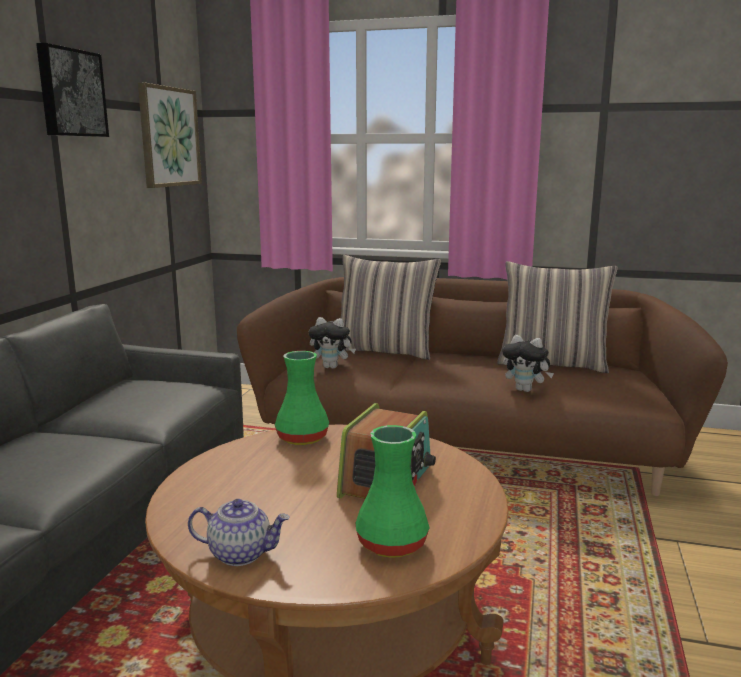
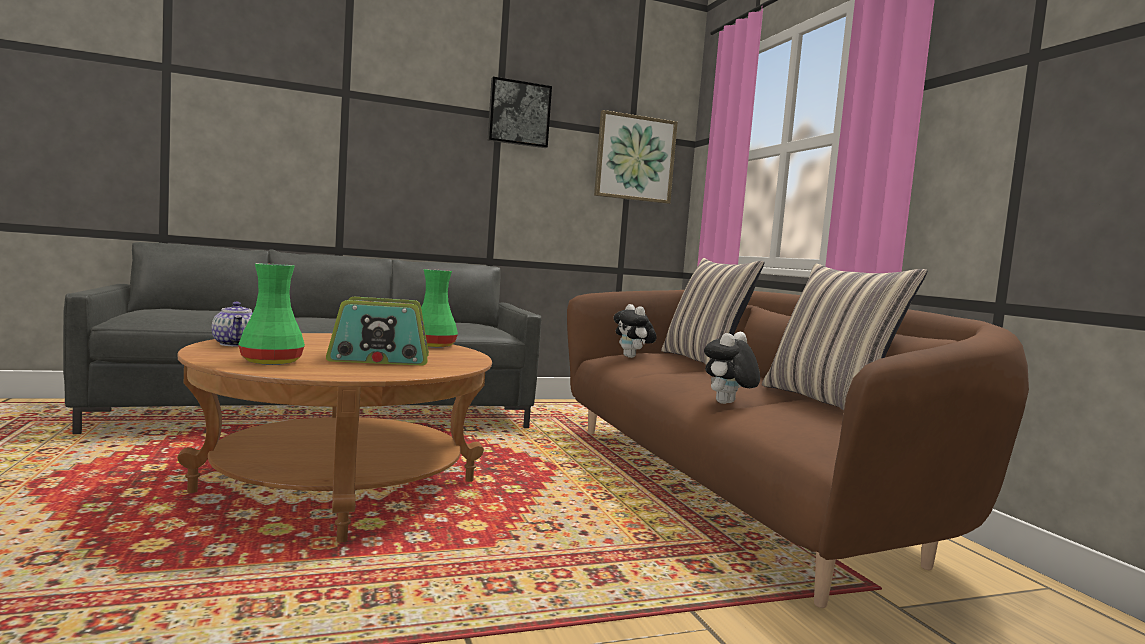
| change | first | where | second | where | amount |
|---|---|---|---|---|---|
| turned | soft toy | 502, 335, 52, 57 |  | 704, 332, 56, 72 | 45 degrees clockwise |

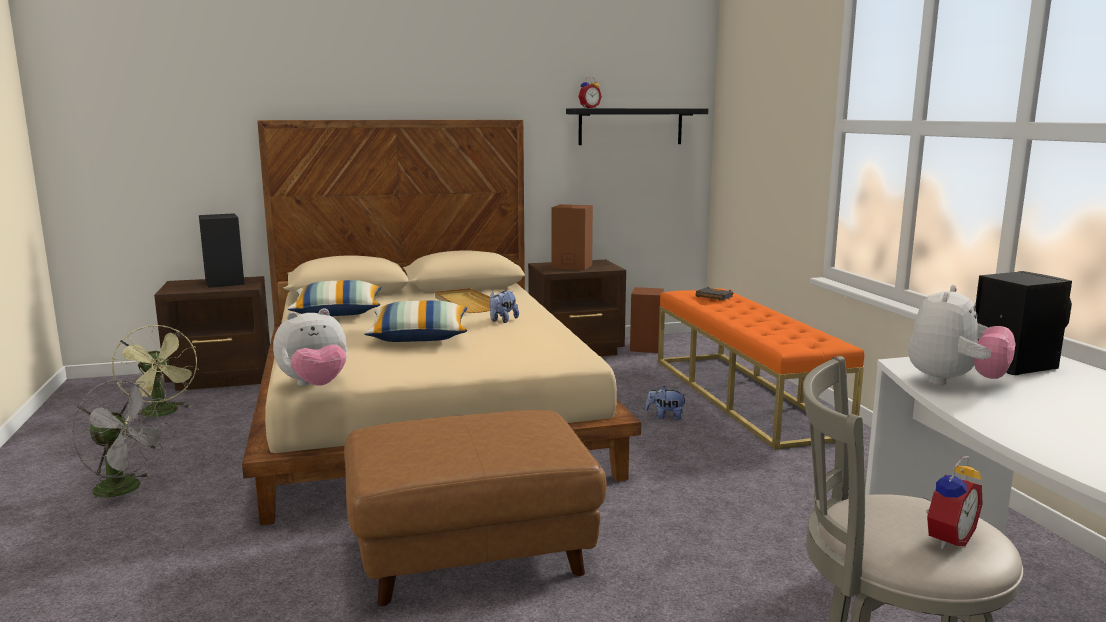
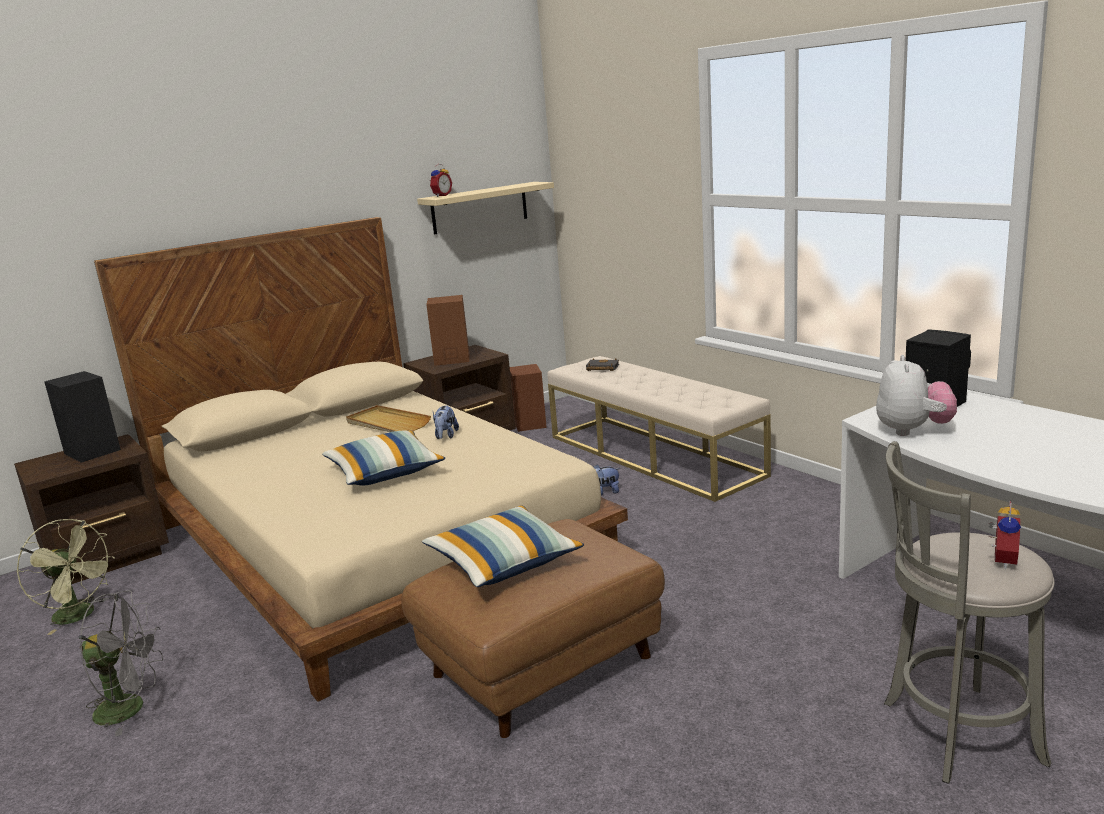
| change | first | where | second | where | amount |
|---|---|---|---|---|---|
| removed | soft toy | 273, 308, 74, 78 |  |  |  |
| moved | cushion | 287, 280, 94, 36 |  | 422, 505, 162, 82 |  |
| recoloured | black-coloured bracket shelf | 566, 108, 142, 37 | beige bracket shelf | 417, 182, 137, 53 |  |
| recoloured | orange-coloured indoor bench | 658, 288, 206, 162 | beige indoor bench | 547, 356, 224, 146 |  |

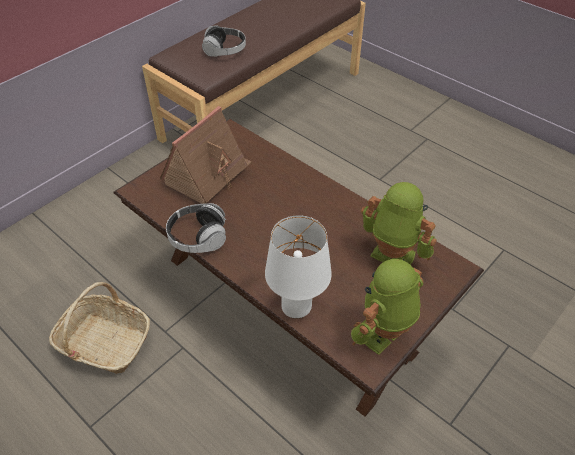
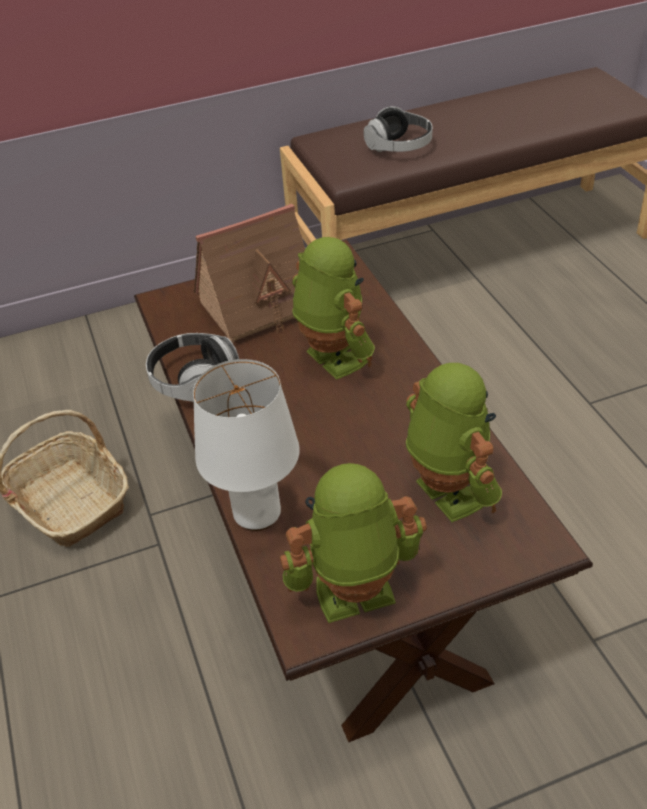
| change | first | where | second | where | amount |
|---|---|---|---|---|---|
| added |  |  | toy robot | 292, 237, 83, 143 |  |

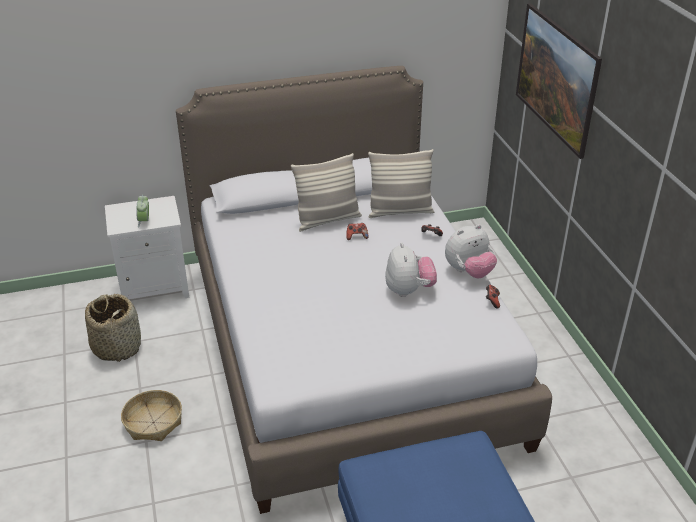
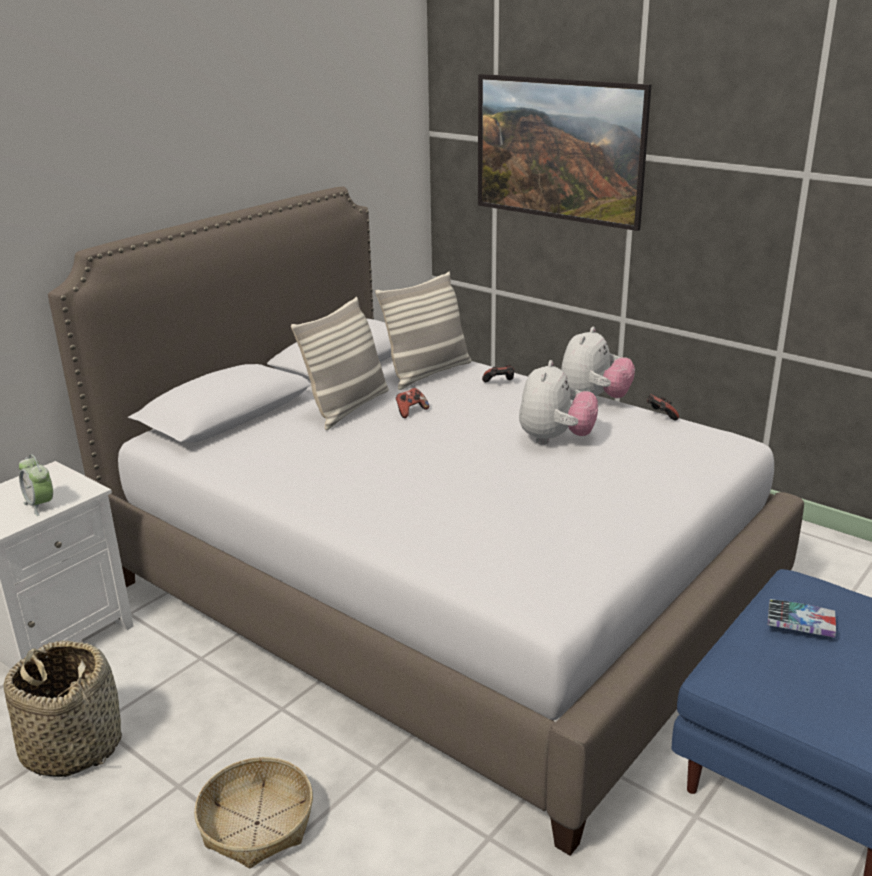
| change | first | where | second | where | amount |
|---|---|---|---|---|---|
| added |  |  | volume | 768, 599, 68, 39 |  |
| turned | soft toy | 385, 243, 52, 54 |  | 519, 360, 79, 85 | 60 degrees clockwise |

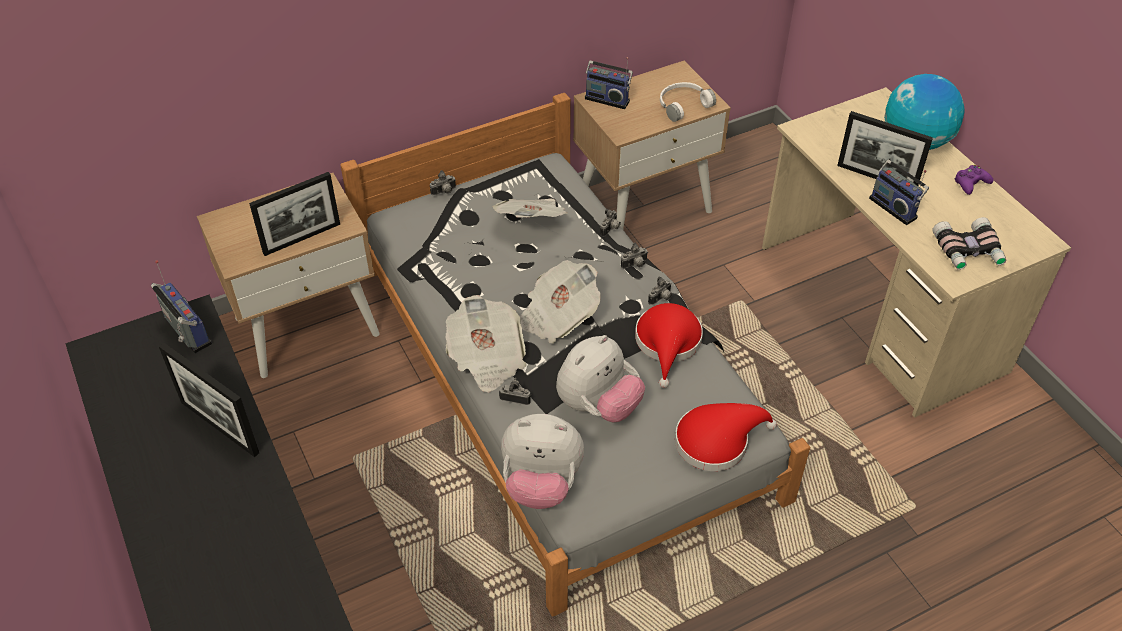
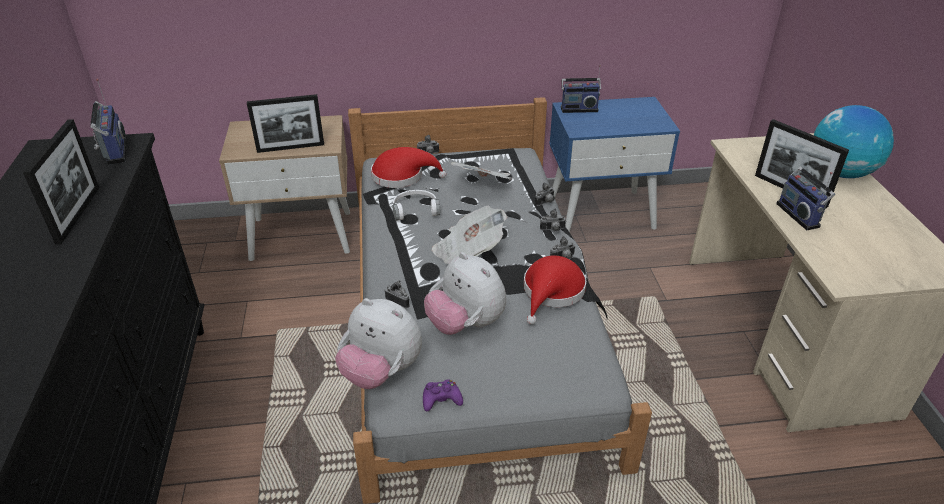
| change | first | where | second | where | amount |
|---|---|---|---|---|---|
| removed | printed paper | 445, 295, 81, 97 |  |  |  |
| removed | field glasses | 932, 217, 74, 53 |  |  |  |
| moved | white headset | 660, 82, 56, 40 |  | 393, 190, 47, 31 |  |
| moved | red hat | 675, 403, 102, 68 |  | 371, 147, 75, 41 |  |
| moved | purplish gamepad | 955, 165, 38, 30 |  | 423, 379, 40, 32 |  |
| recoloured | beige bedside table | 573, 61, 158, 168 | blue-coloured bedside table | 549, 97, 131, 135 |  |
| turned | standing frame | 159, 343, 100, 114 |  | 23, 119, 76, 126 | 150 degrees counterclockwise |
| turned | soft toy | 556, 335, 89, 88 |  | 424, 252, 82, 83 | 75 degrees clockwise |
| turned | radio | 585, 57, 48, 52 |  | 561, 65, 40, 48 | 45 degrees counterclockwise |

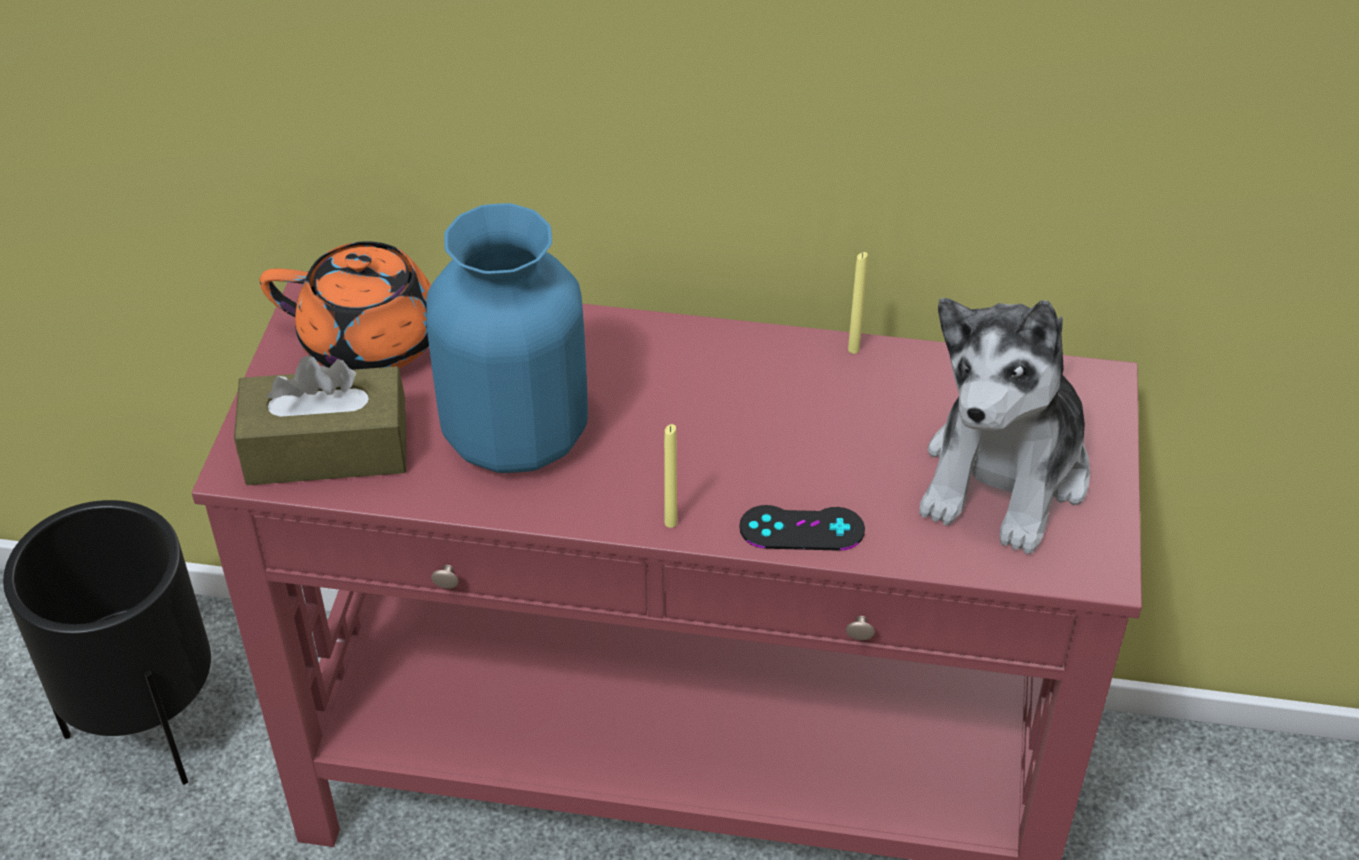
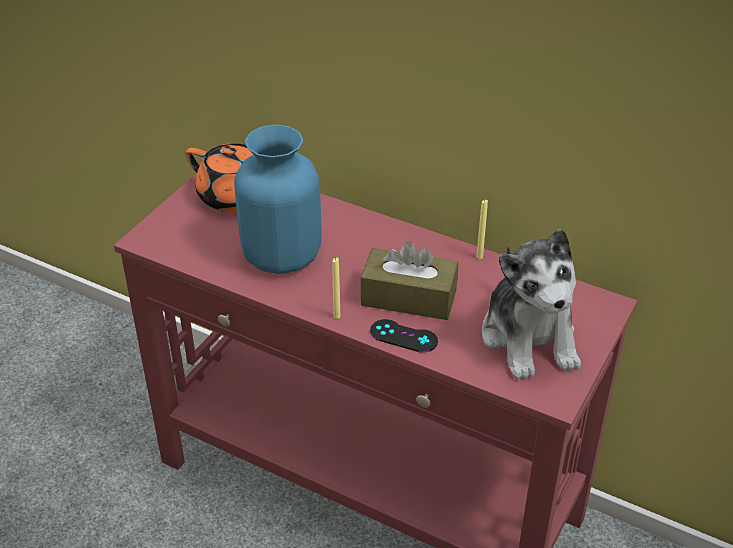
| change | first | where | second | where | amount |
|---|---|---|---|---|---|
| removed | black-coloured flower pot | 3, 500, 208, 285 |  |  |  |
| moved | brownish tissue box | 234, 356, 172, 129 |  | 361, 241, 97, 79 |  |
| turned | soft toy | 919, 298, 171, 256 |  | 482, 228, 99, 152 | 60 degrees counterclockwise |

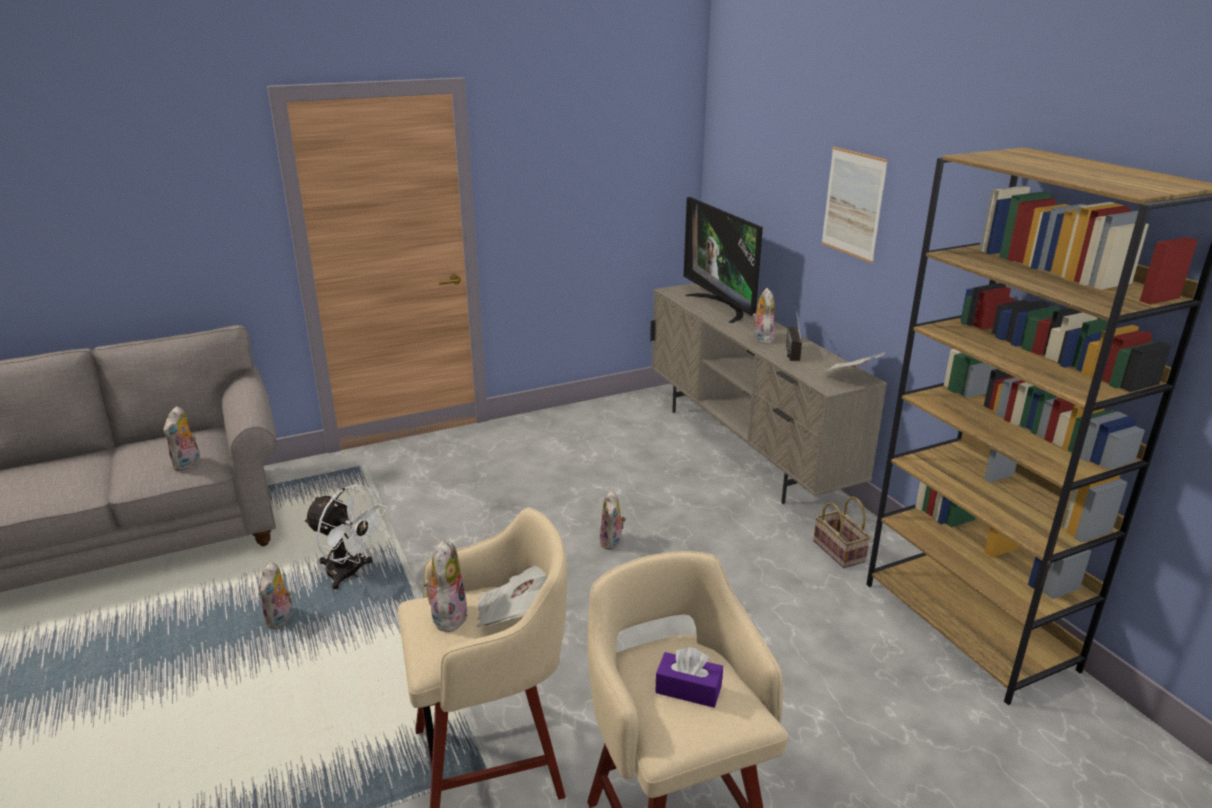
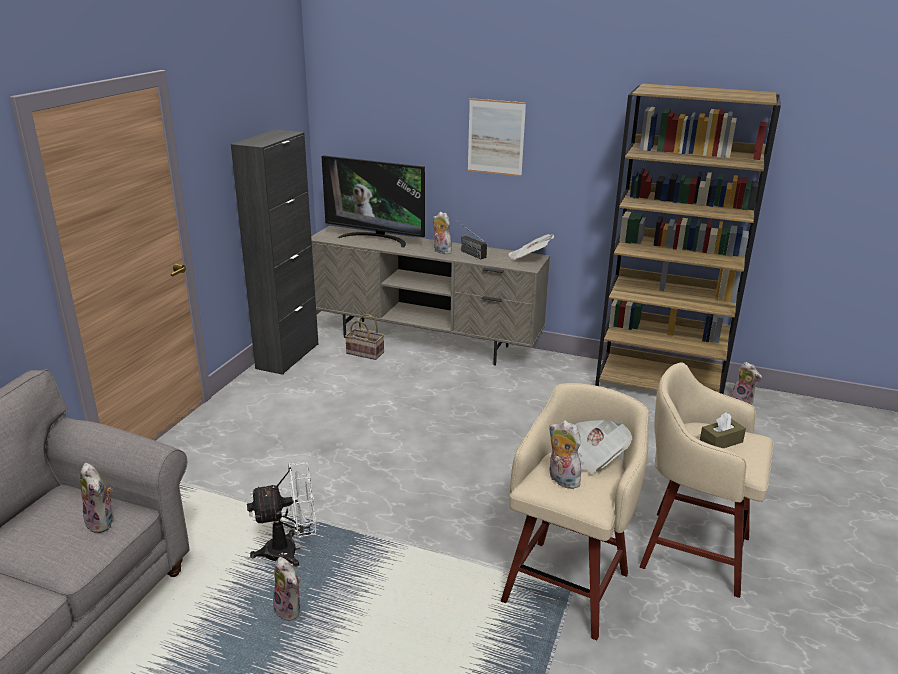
| change | first | where | second | where | amount |
|---|---|---|---|---|---|
| added |  |  | black-coloured storage cabinet | 231, 129, 88, 246 |  |
| moved | soft toy | 600, 490, 26, 60 |  | 731, 362, 31, 43 |  |
| moved | household basket | 813, 497, 58, 71 |  | 345, 314, 39, 46 |  |
| recoloured | purplish tissue box | 655, 647, 68, 61 | brownish tissue box | 700, 412, 46, 36 |  |

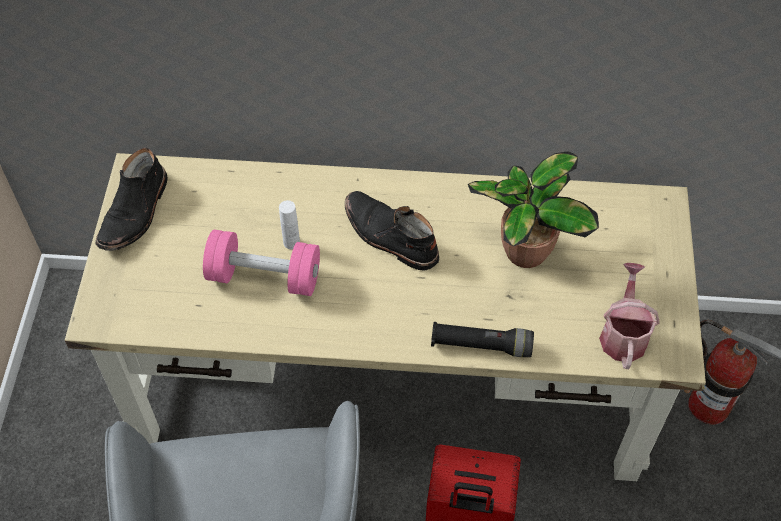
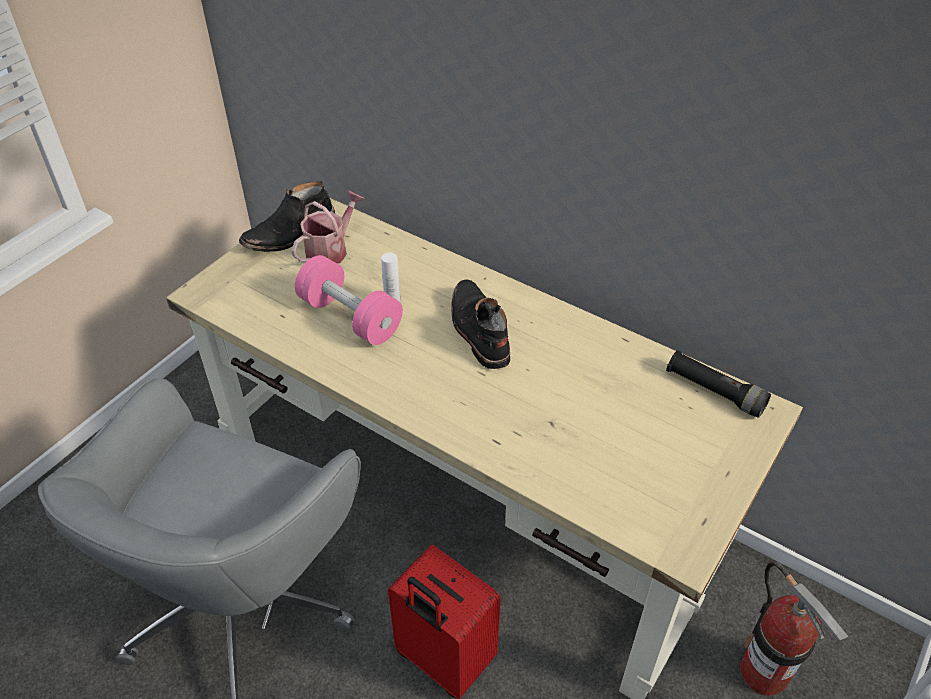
| change | first | where | second | where | amount |
|---|---|---|---|---|---|
| removed | plant in a pot | 468, 151, 131, 117 |  |  |  |
| moved | black-coloured flashlight | 431, 322, 103, 35 |  | 666, 350, 105, 68 |  |
| moved | watering pot | 599, 263, 60, 106 |  | 291, 191, 73, 73 |  |

